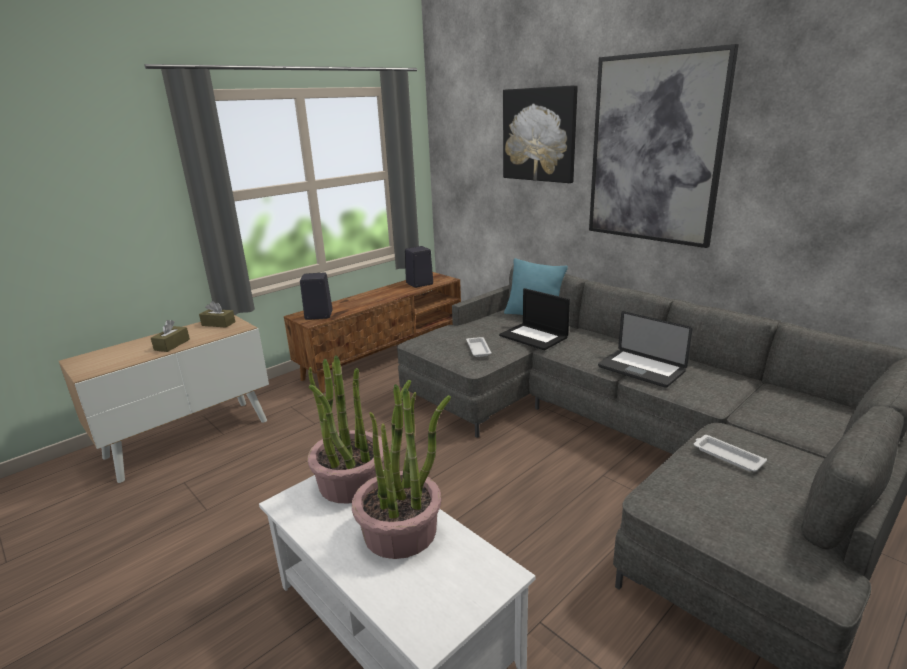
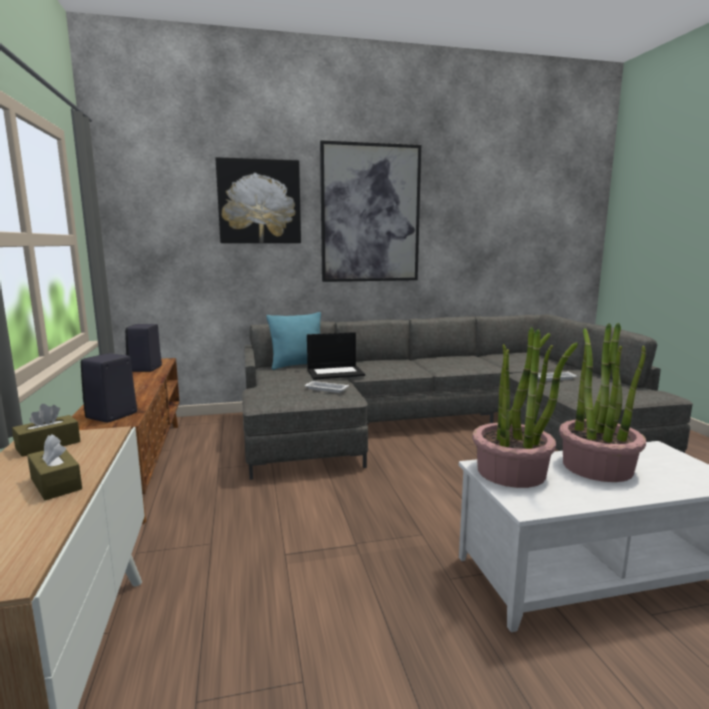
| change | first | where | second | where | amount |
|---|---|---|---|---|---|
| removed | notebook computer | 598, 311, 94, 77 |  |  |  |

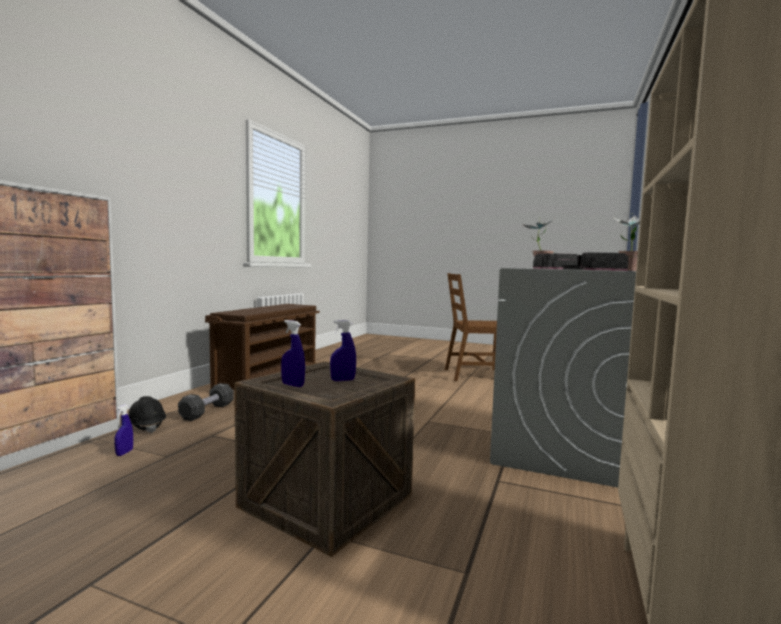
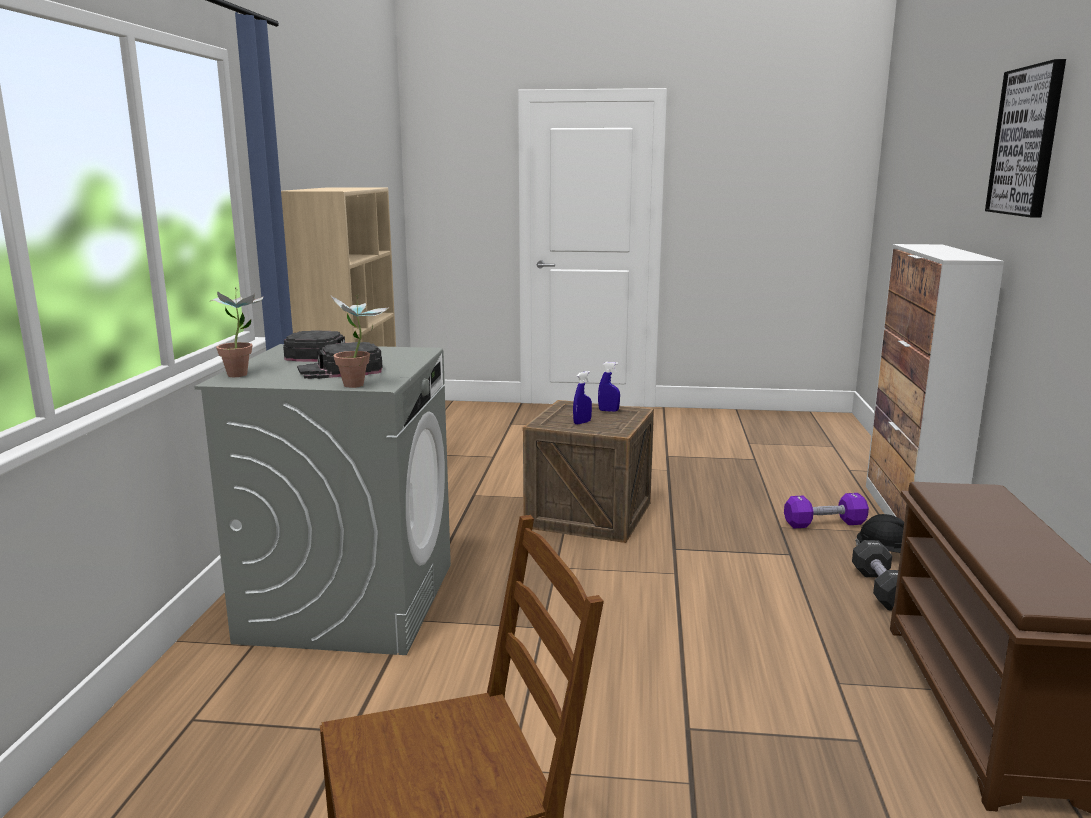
| change | first | where | second | where | amount |
|---|---|---|---|---|---|
| added |  |  | wall picture | 985, 59, 81, 159 |  |
| replaced | blue-coloured hand sprayer | 115, 404, 18, 52 | purplish free weight | 784, 493, 85, 35 |  |

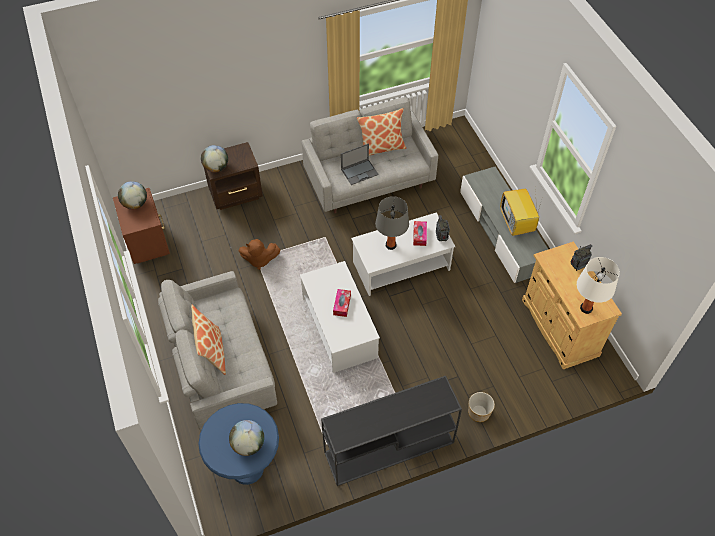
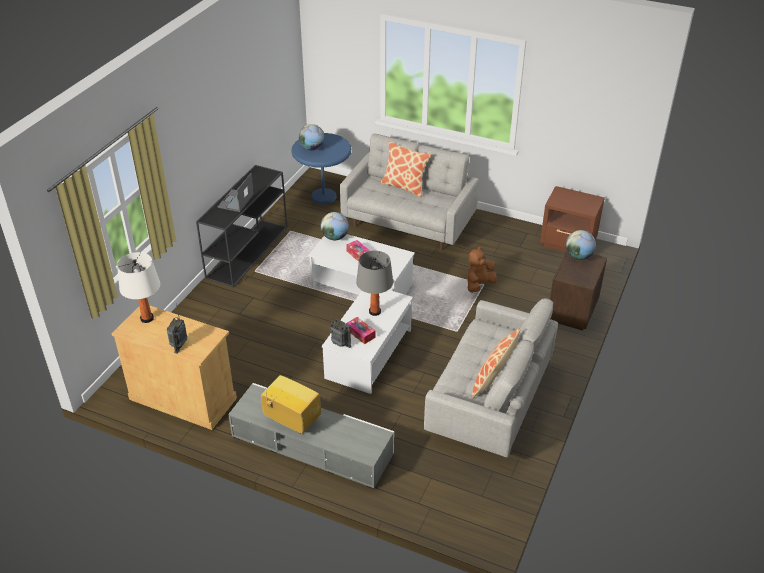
| change | first | where | second | where | amount |
|---|---|---|---|---|---|
| removed | flower pot | 468, 392, 27, 30 |  |  |  |
| moved | globe | 118, 181, 29, 28 |  | 321, 212, 28, 28 |  |
| moved | notebook computer | 341, 143, 38, 42 |  | 218, 173, 36, 39 |  |

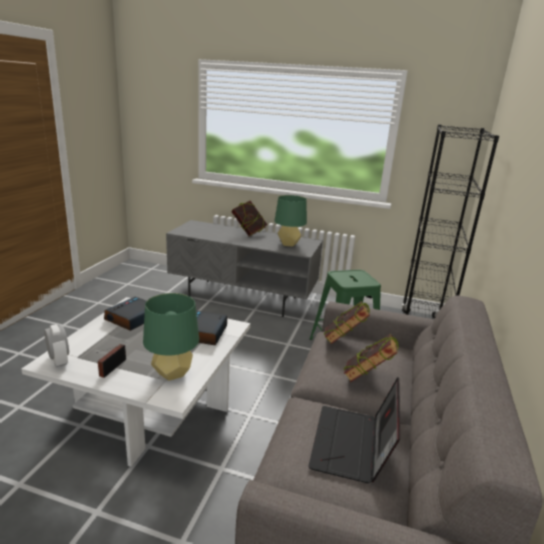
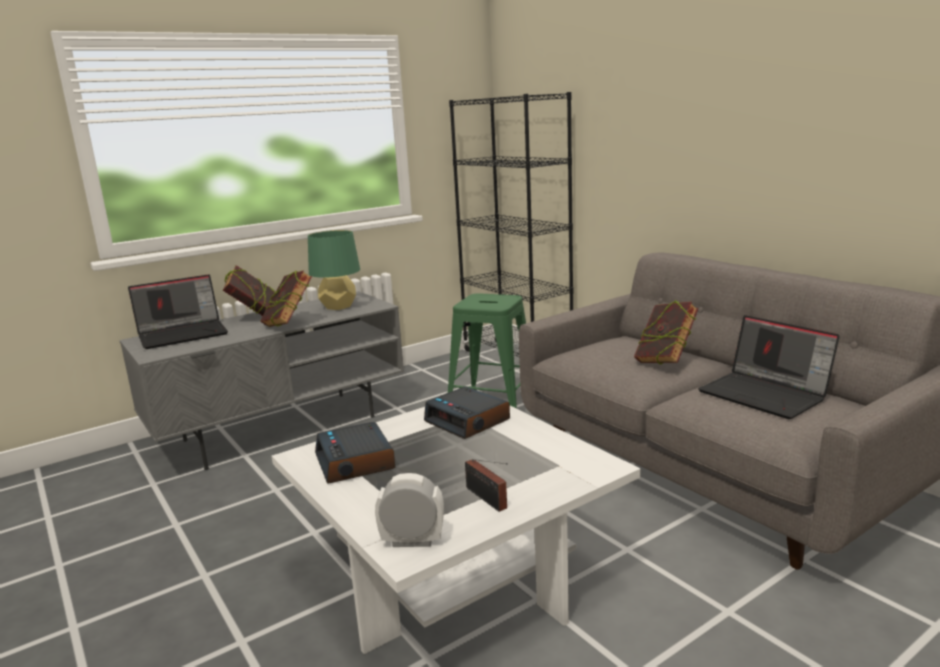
| change | first | where | second | where | amount |
|---|---|---|---|---|---|
| removed | green tabletop lamp | 143, 293, 56, 88 |  |  |  |
| added |  |  | notebook computer | 128, 274, 100, 75 |  |
| moved | volume | 324, 301, 46, 43 |  | 260, 270, 52, 57 |  |

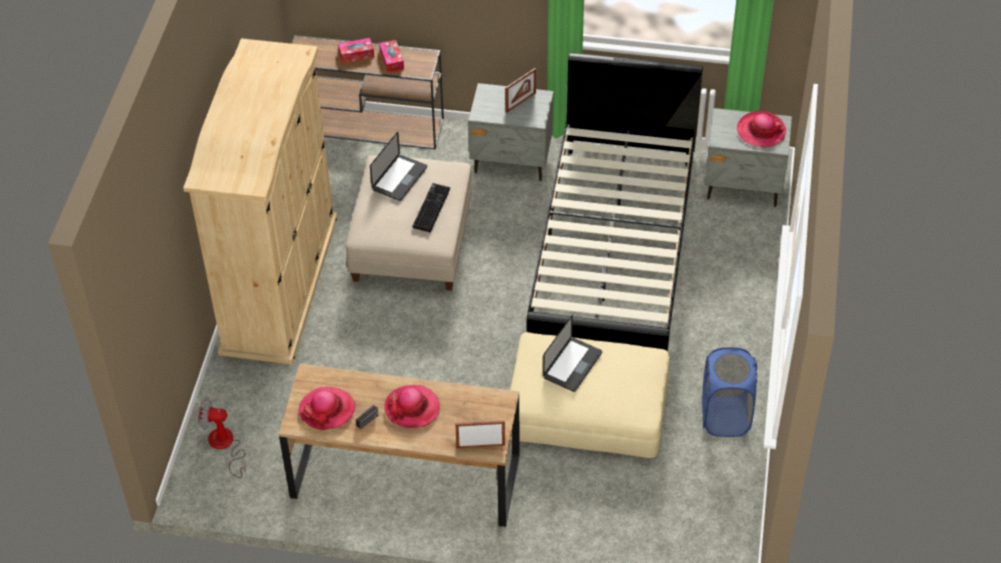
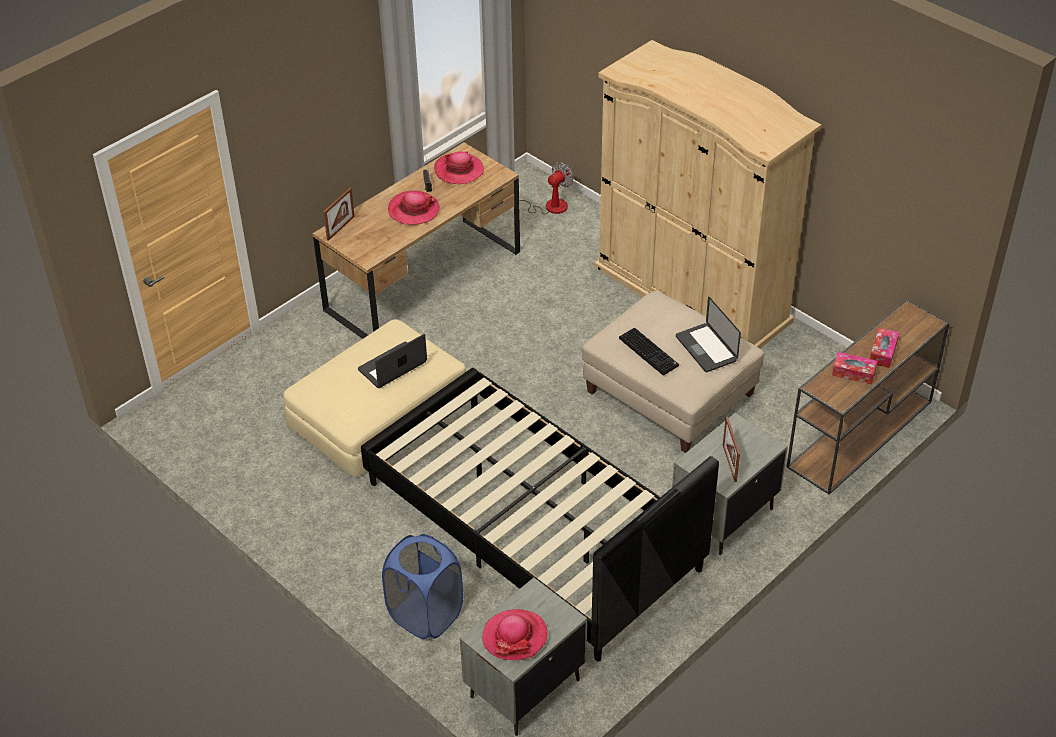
| change | first | where | second | where | amount |
|---|---|---|---|---|---|
| moved | blue-coloured hamper | 702, 347, 55, 90 |  | 382, 534, 81, 105 |  |
| turned | notebook computer | 543, 315, 59, 77 |  | 358, 334, 69, 54 | 75 degrees clockwise |

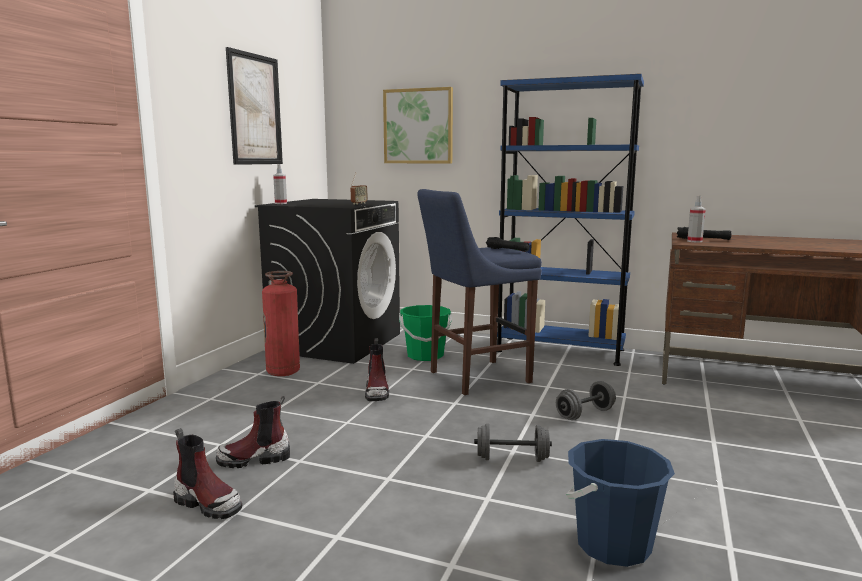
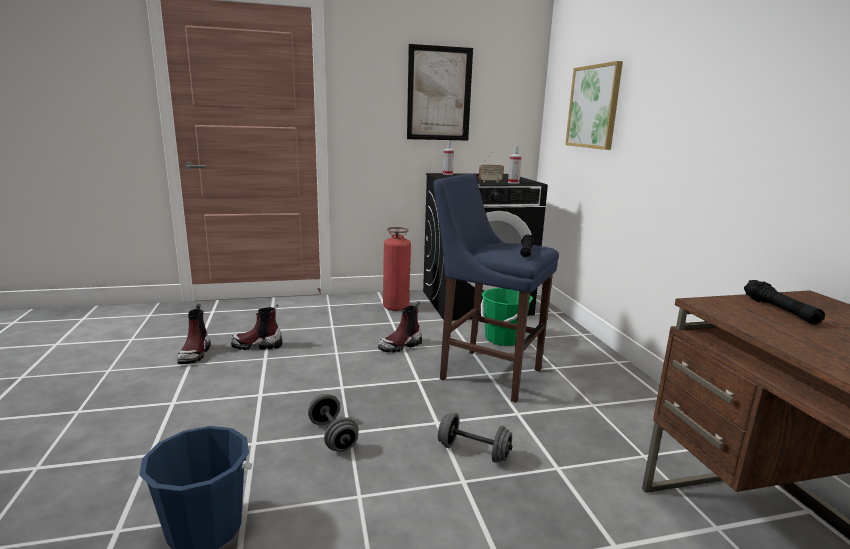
| change | first | where | second | where | amount |
|---|---|---|---|---|---|
| removed | blue-coloured bookcase | 496, 74, 148, 292 |  |  |  |
| moved | hand sprayer | 687, 196, 19, 46 |  | 508, 145, 14, 39 |  |
| turned | high-top boot | 216, 396, 74, 72 |  | 231, 304, 51, 46 | 45 degrees counterclockwise |

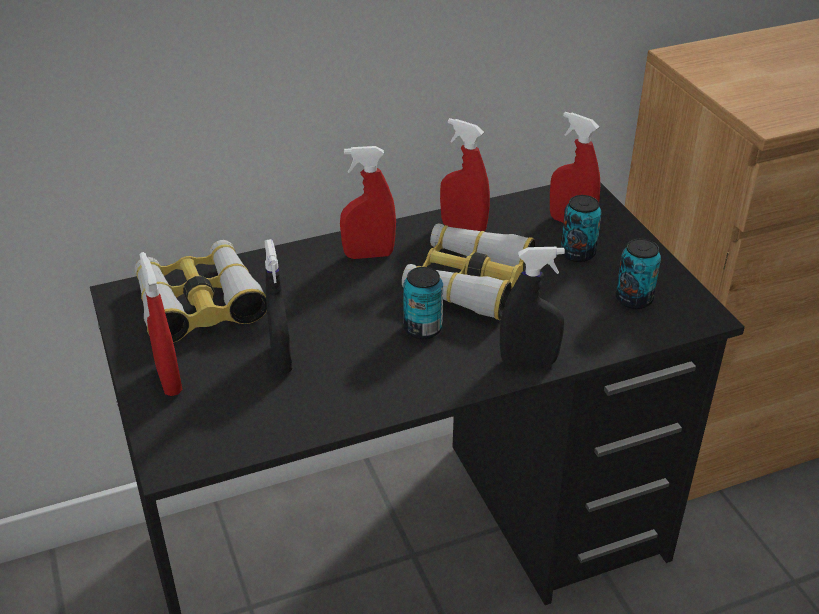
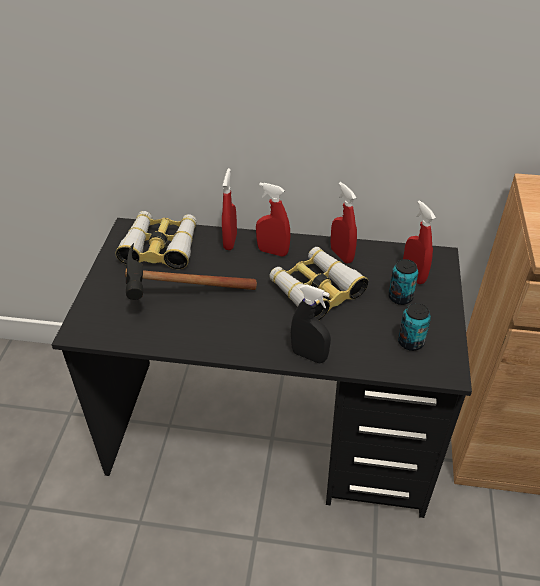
| change | first | where | second | where | amount |
|---|---|---|---|---|---|
| removed | metal can | 403, 267, 40, 72 |  |  |  |
| moved | red hand sprayer | 140, 252, 43, 144 |  | 222, 168, 15, 82 |  |
| replaced | black-coloured hand sprayer | 265, 239, 28, 135 | hammer | 125, 243, 132, 57 |  |

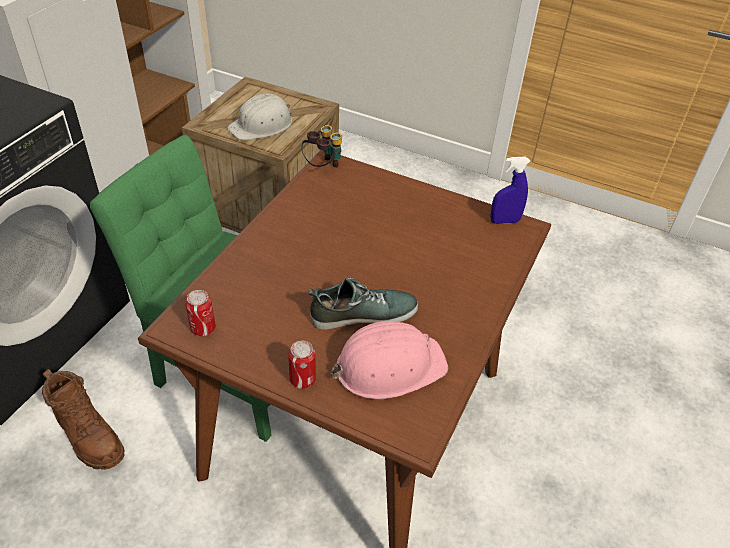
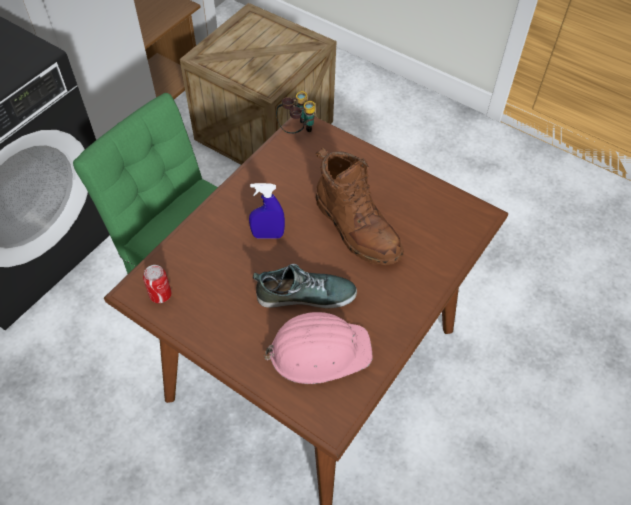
| change | first | where | second | where | amount |
|---|---|---|---|---|---|
| removed | white hard hat | 228, 93, 64, 47 |  |  |  |
| removed | metal can | 288, 341, 28, 48 |  |  |  |
| moved | brownish high-top boot | 42, 369, 82, 101 |  | 316, 148, 88, 117 |  |
| moved | blue-coloured hand sprayer | 490, 157, 41, 67 |  | 249, 183, 36, 56 |  |

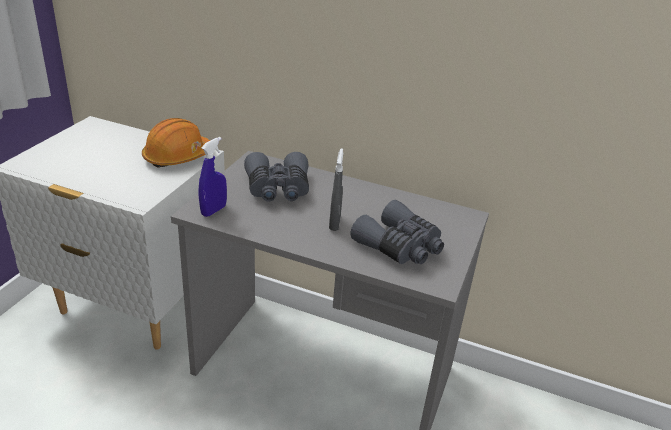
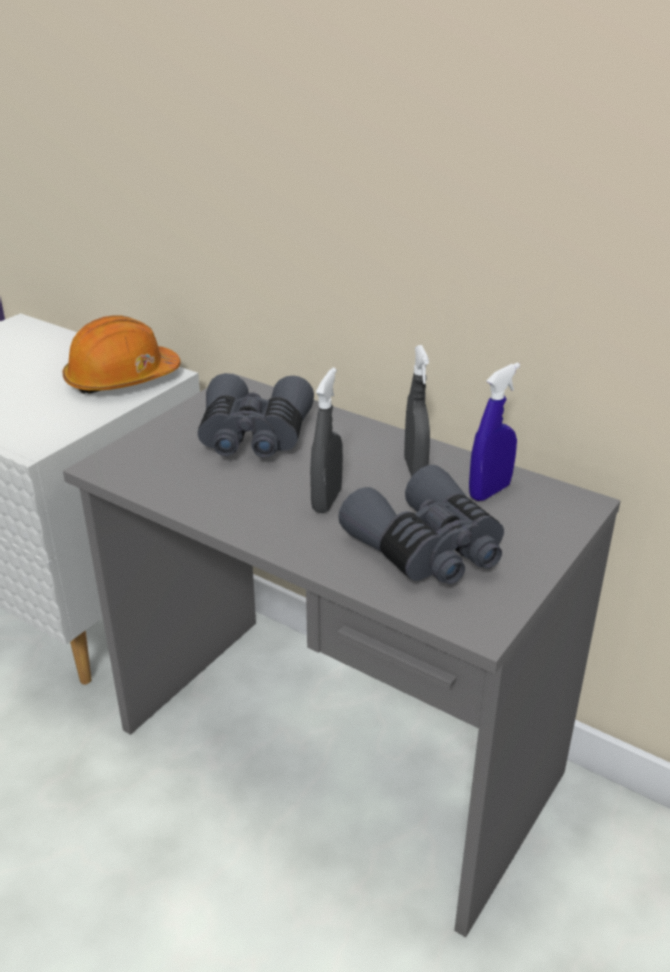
| change | first | where | second | where | amount |
|---|---|---|---|---|---|
| added |  |  | gray hand sprayer | 404, 345, 26, 131 |  |
| moved | blue-coloured hand sprayer | 199, 137, 28, 80 |  | 469, 363, 51, 138 |  |

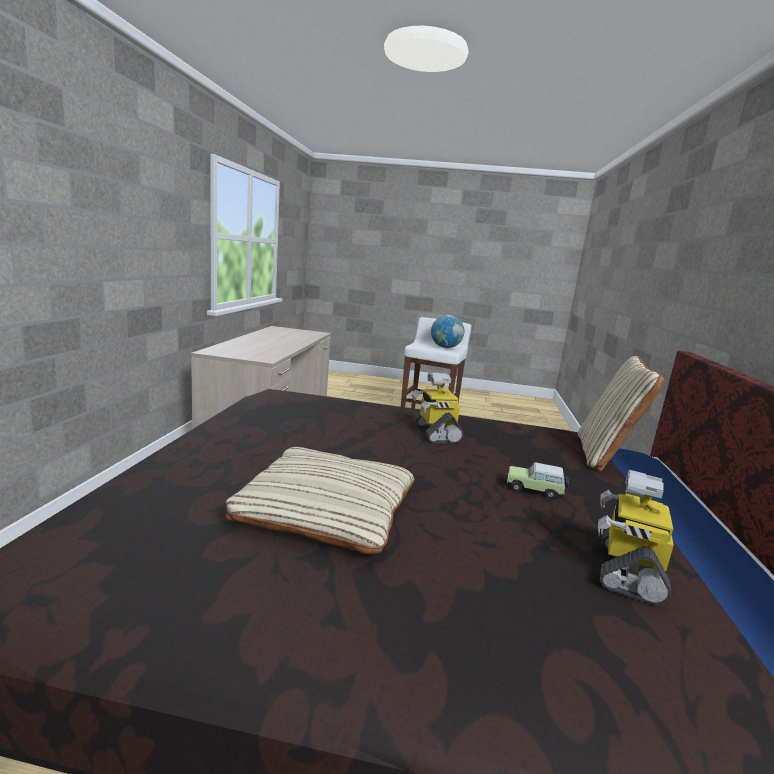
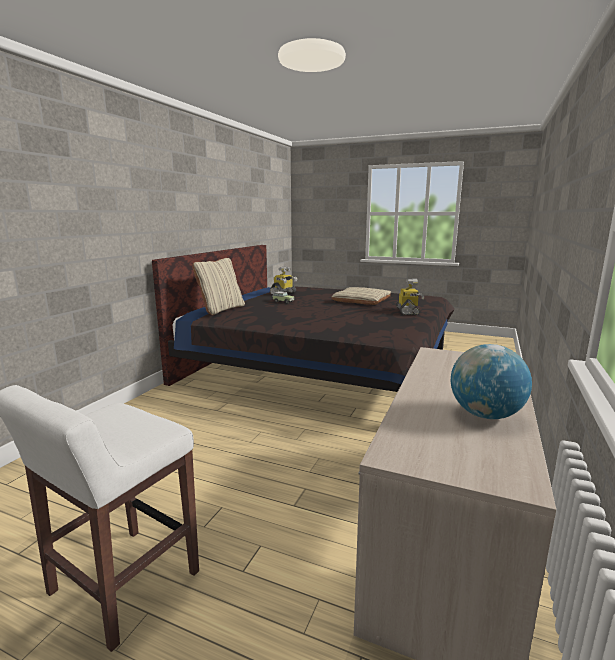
| change | first | where | second | where | amount |
|---|---|---|---|---|---|
| moved | toy robot | 412, 373, 51, 70 |  | 396, 279, 29, 36 |  |
| moved | globe | 431, 315, 33, 33 |  | 451, 344, 81, 75 |  |

